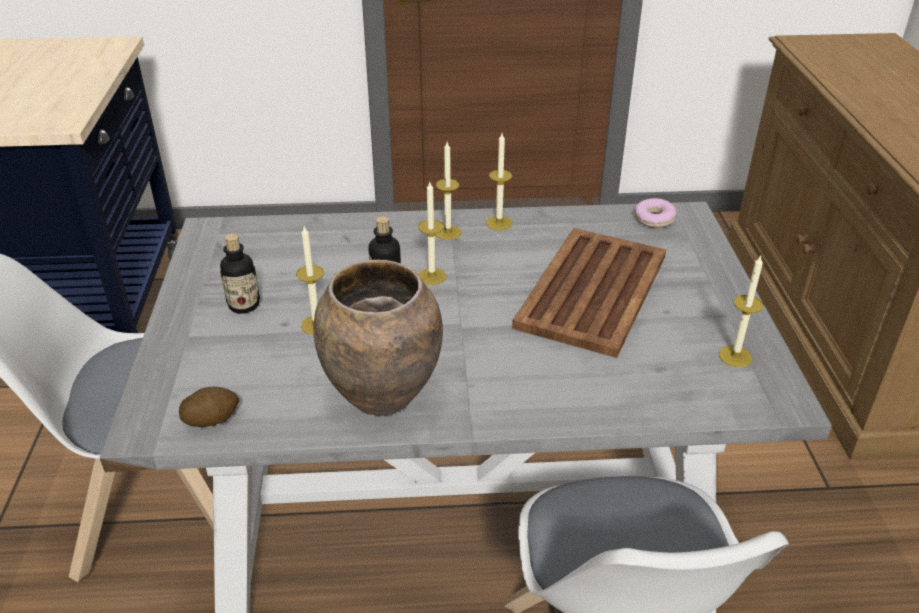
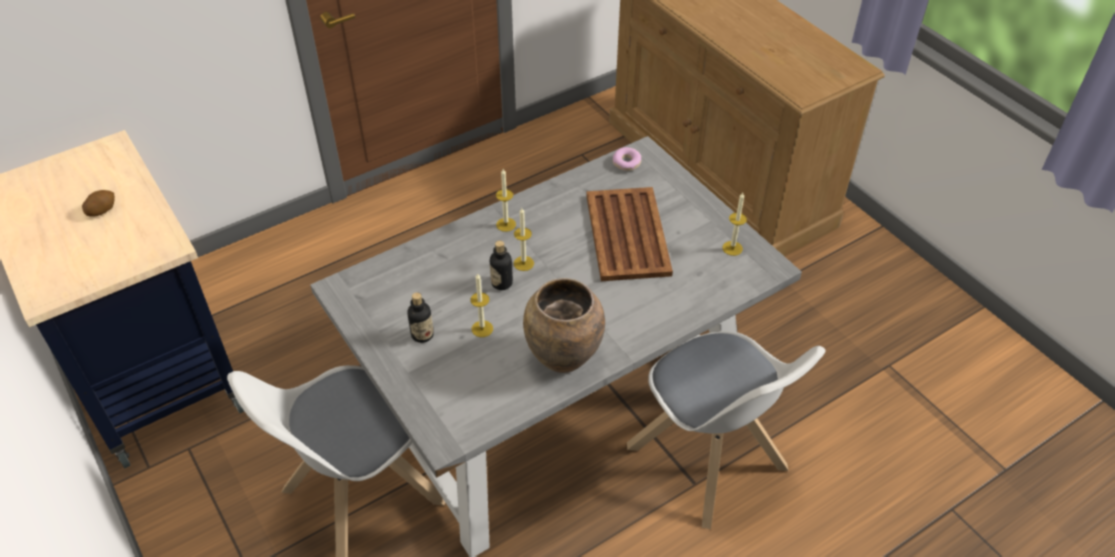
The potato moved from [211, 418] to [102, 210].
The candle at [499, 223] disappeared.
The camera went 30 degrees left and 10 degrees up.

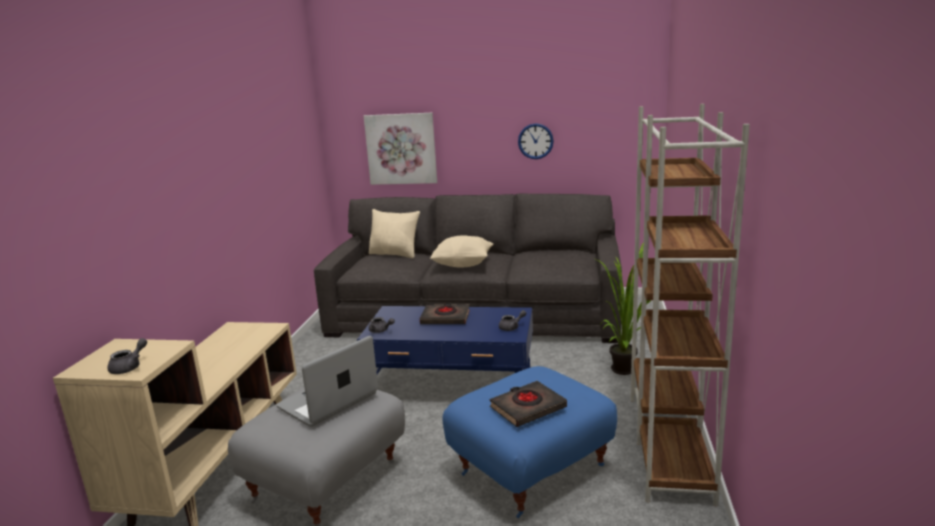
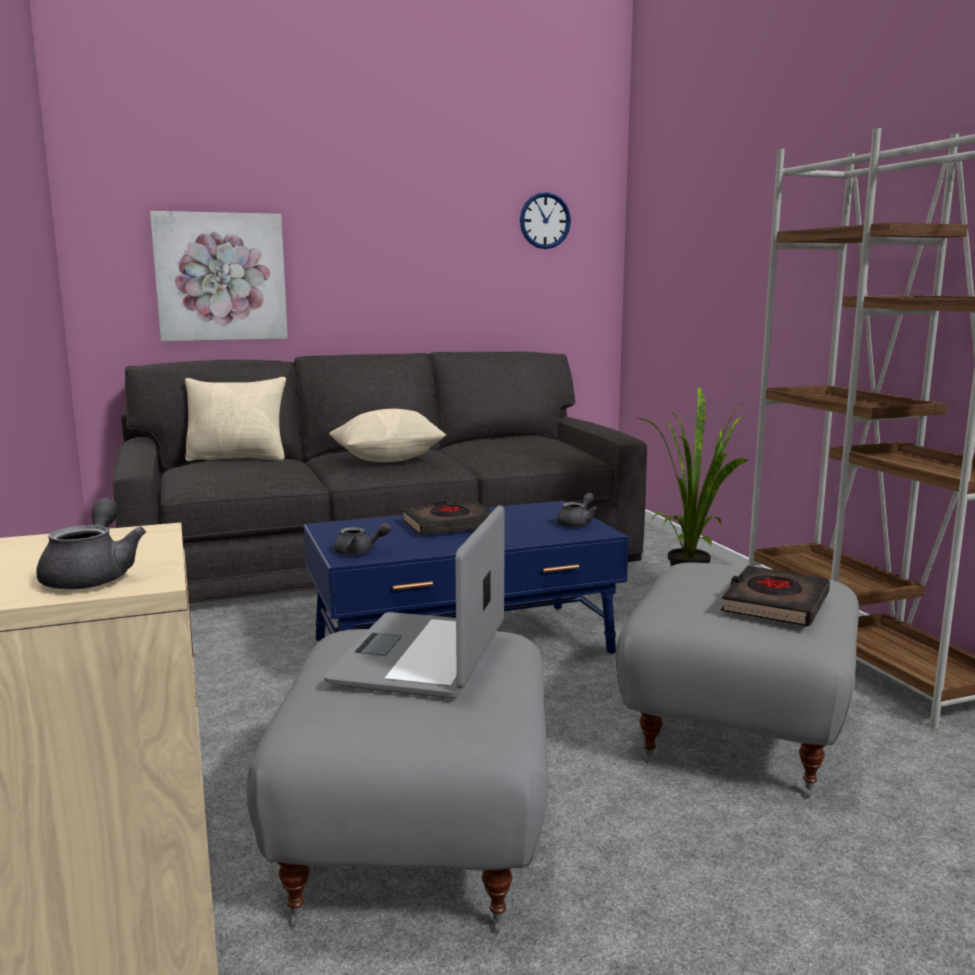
The blue ottoman at [531, 469] became the grey ottoman at [735, 728].
The wall clock moved from [535, 141] to [545, 220].
The camera went 30 degrees left and 5 degrees down.

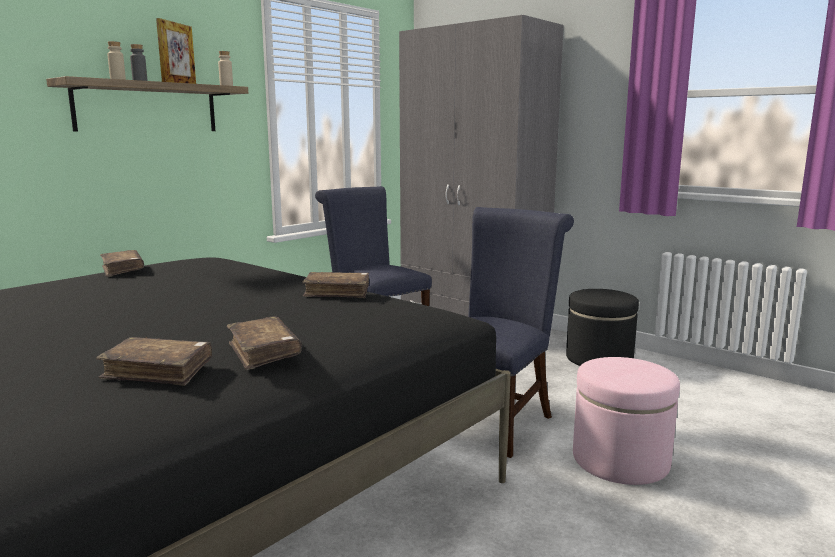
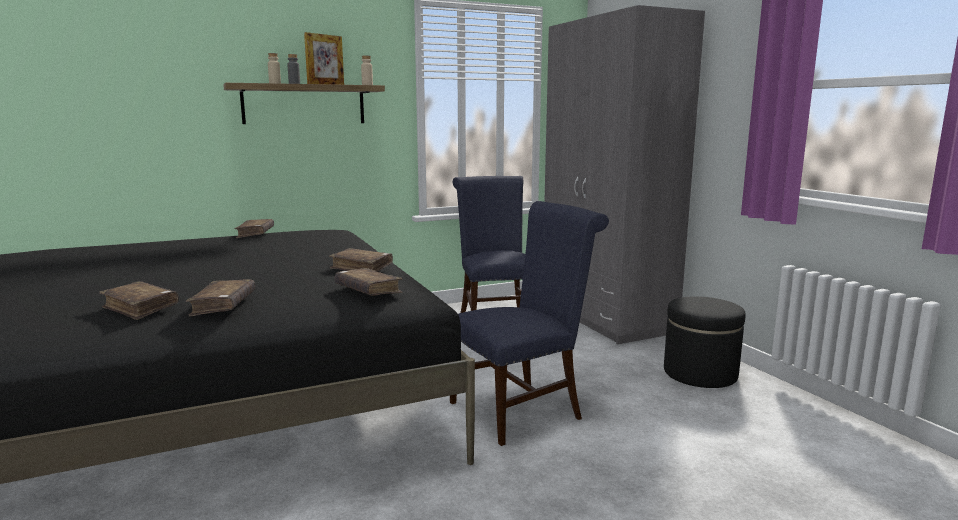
The pink ottoman at [620, 460] disappeared.
The brown book at [368, 291] appeared.
The camera went 25 degrees right and 0 degrees up.

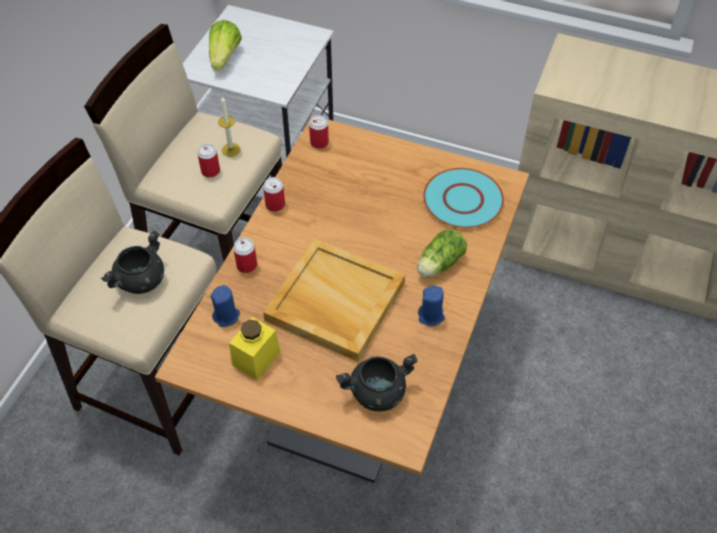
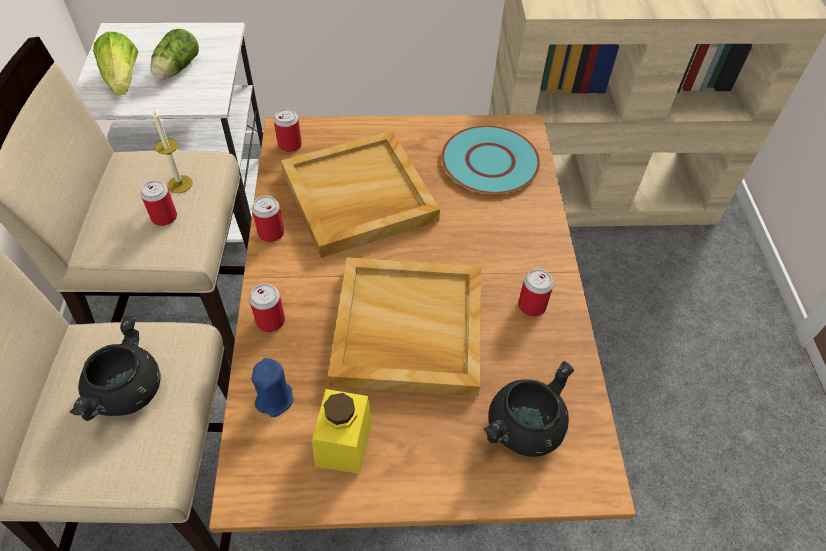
The lettuce moved from [438, 265] to [176, 70].
The blue candle at [431, 316] was replaced by the can at [531, 306].
The beige tray at [358, 197] appeared.
The camera went 25 degrees left and 0 degrees up.

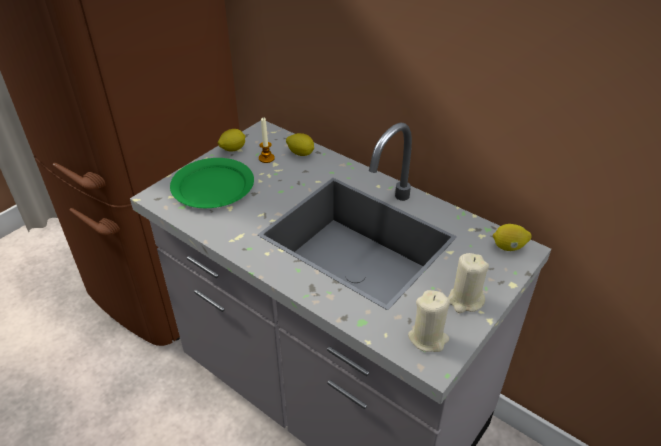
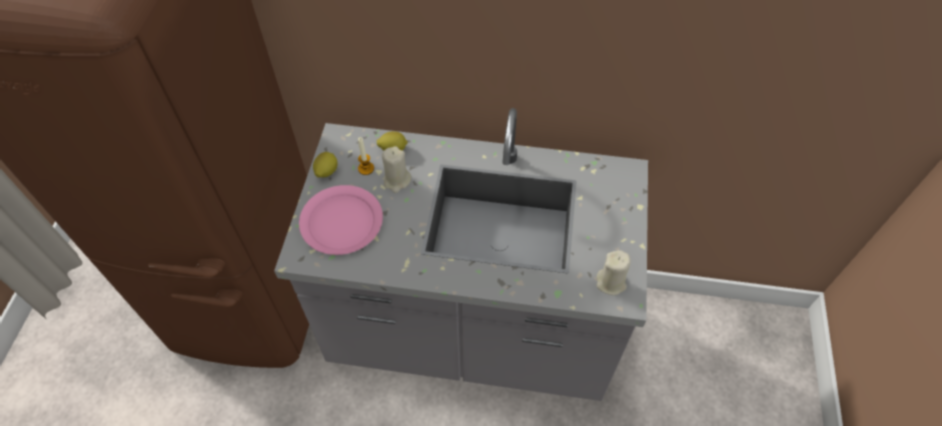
The green plate at [212, 186] became the pink plate at [341, 222].
The beige candle moved from [465, 300] to [397, 181].
The lemon at [508, 247] disappeared.
The camera went 30 degrees left and 15 degrees up.

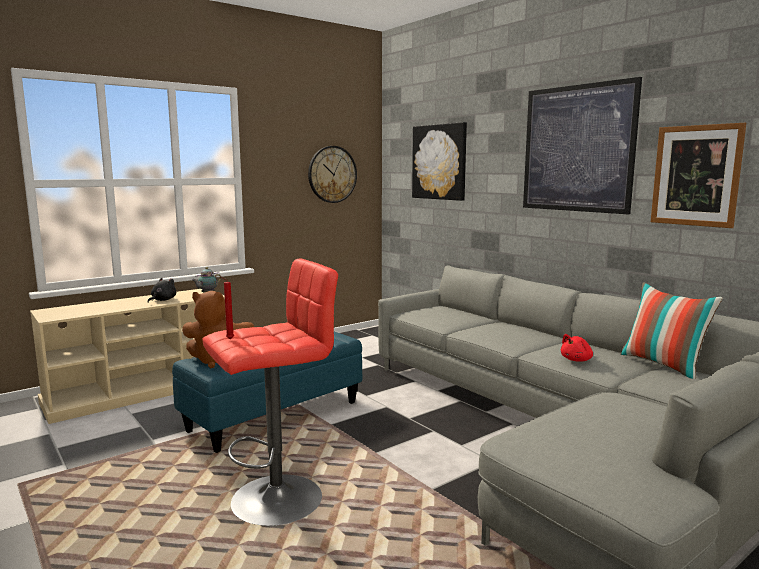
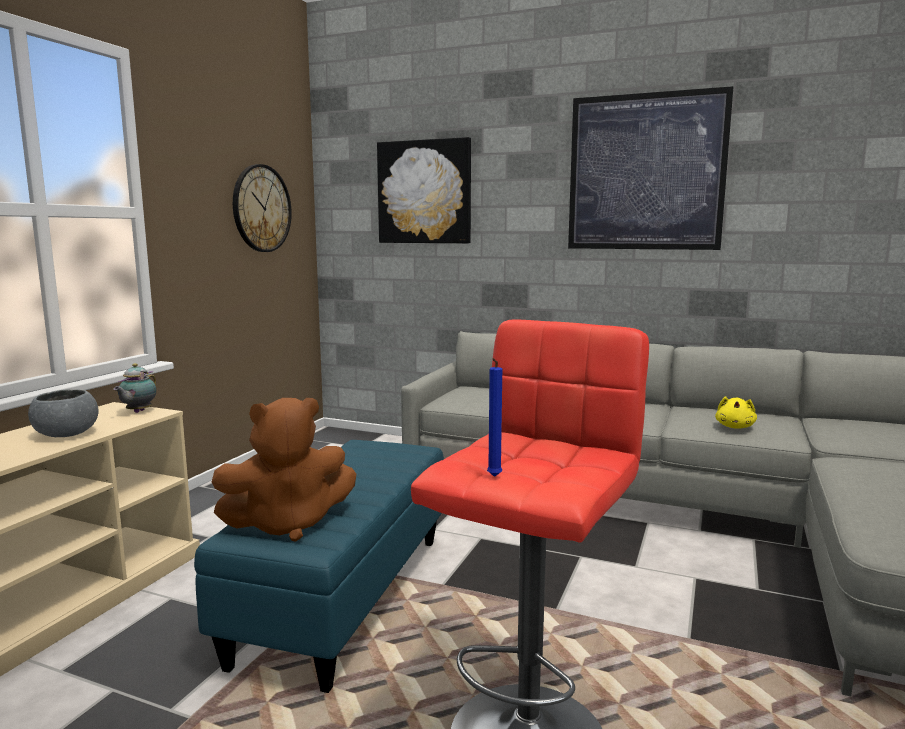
The black plush toy at [162, 300] was replaced by the grey bowl at [66, 434].
The red candle at [228, 339] became the blue candle at [493, 477].
The red plush toy at [577, 360] became the yellow plush toy at [735, 427].
The pillow at [663, 365] disappeared.
The picture at [696, 175] disappeared.
The camera went 30 degrees left and 0 degrees up.

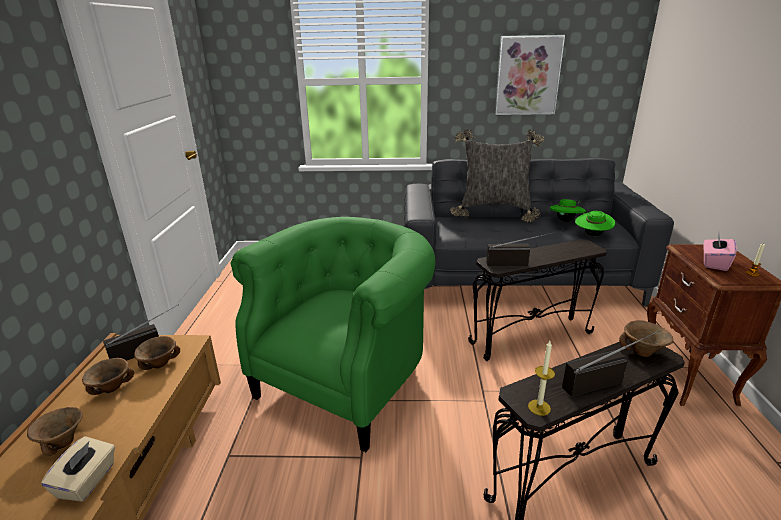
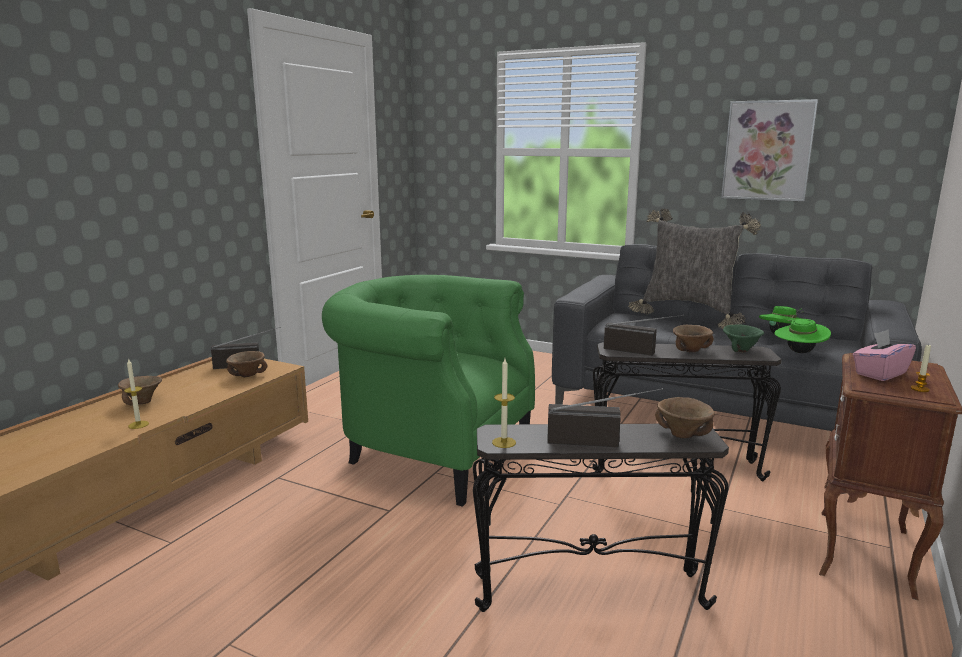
The beige tissue box at [87, 481] was replaced by the candle at [138, 425].
The brown bowl moved from [112, 388] to [691, 350].
The green armchair at [348, 380] turned 120 degrees counterclockwise.
The green bowl at [741, 350] appeared.
The camera went 25 degrees right and 10 degrees down.

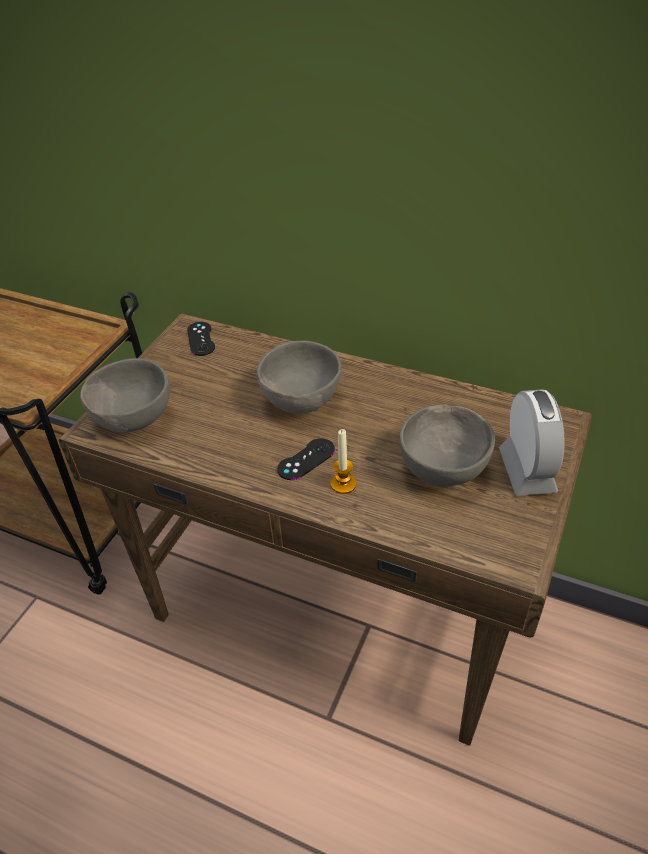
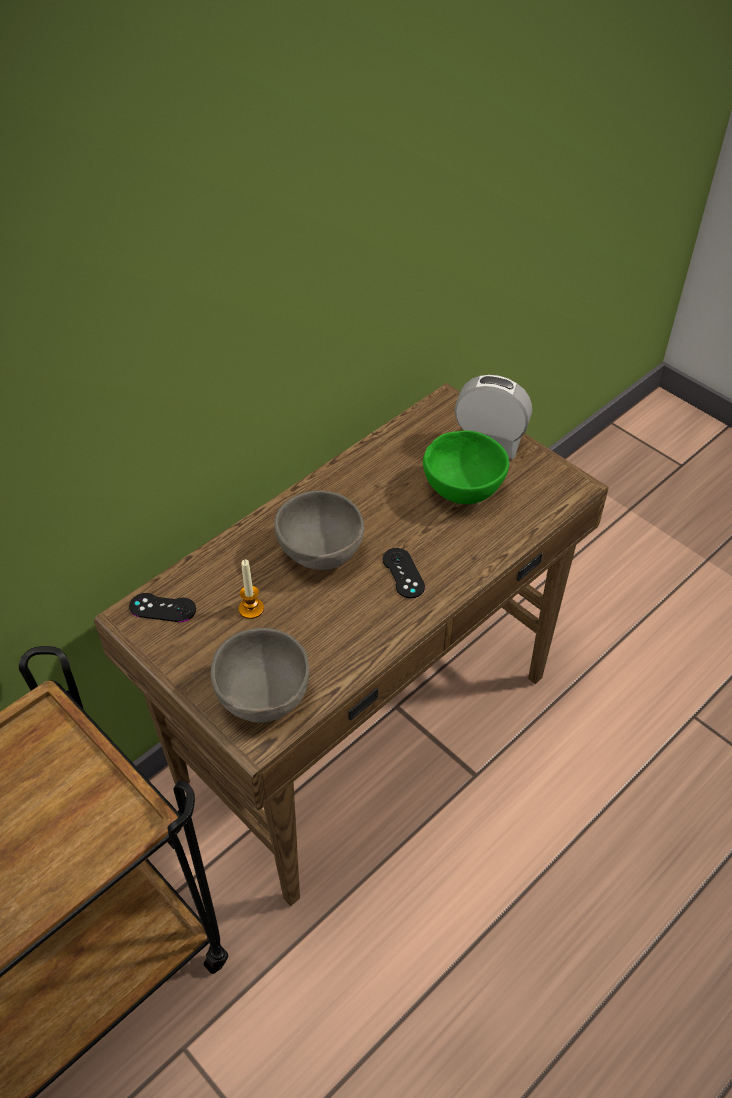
The candle moved from [343, 484] to [251, 608].
The grey bowl at [444, 469] became the green bowl at [463, 488].
The camera went 70 degrees left and 5 degrees up.

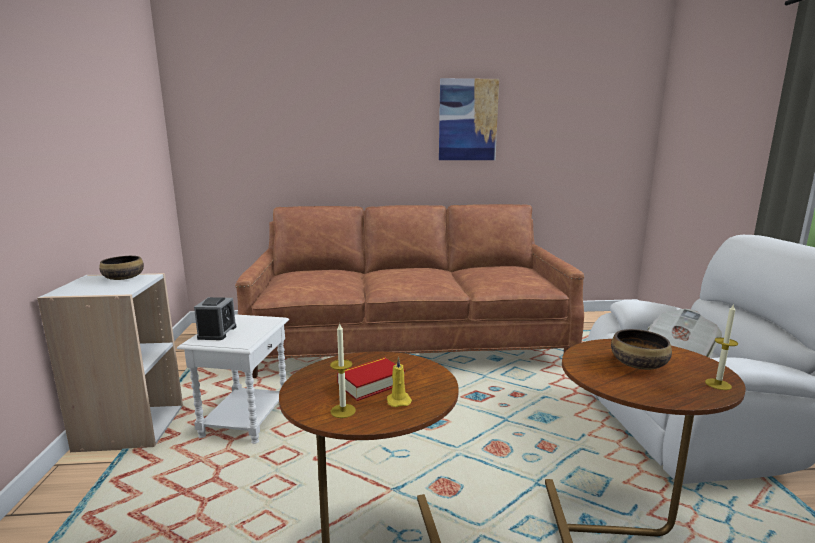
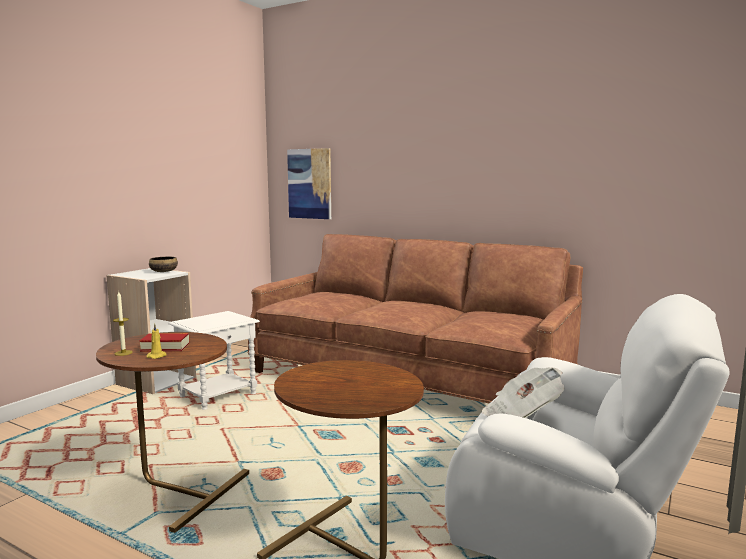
The alarm clock at [217, 332] disappeared.
The picture moved from [468, 120] to [309, 183].
The bowl at [639, 364] disappeared.
The candle at [718, 384] disappeared.
The camera went 35 degrees right and 5 degrees down.

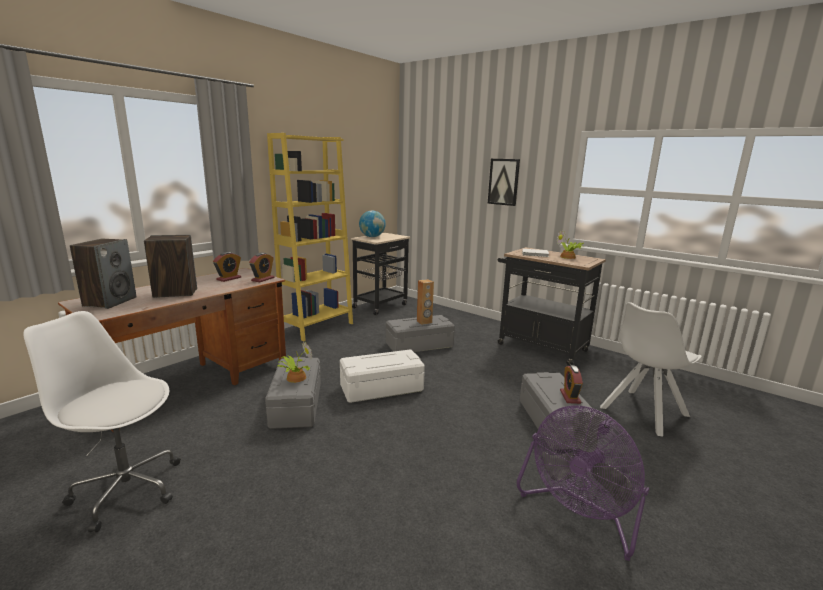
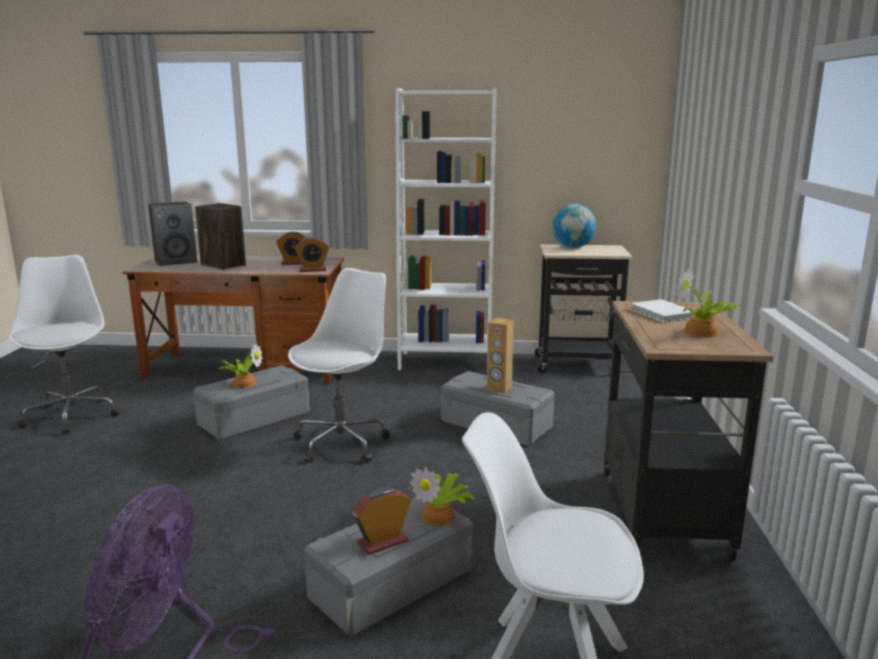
The yellow bookcase at [317, 327] became the white bookcase at [445, 362].
The white storage box at [381, 388] was replaced by the white office chair at [343, 443].
The picture at [503, 182] disappeared.
The potted plant at [440, 515] appeared.
The camera went 55 degrees right and 0 degrees up.

